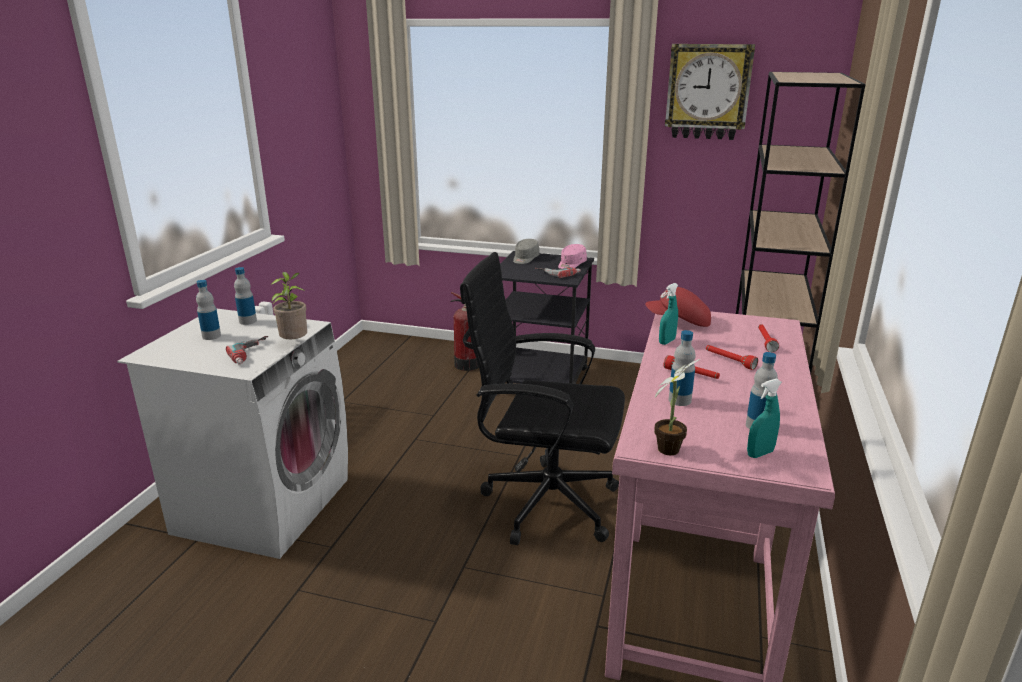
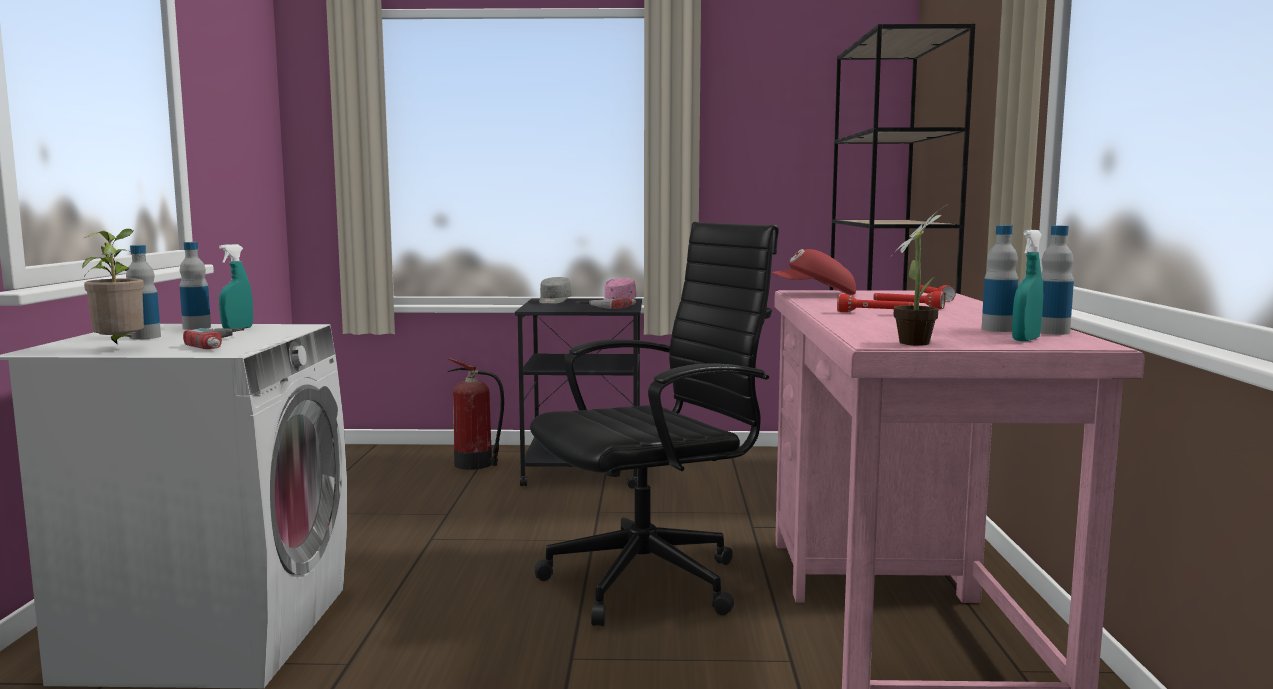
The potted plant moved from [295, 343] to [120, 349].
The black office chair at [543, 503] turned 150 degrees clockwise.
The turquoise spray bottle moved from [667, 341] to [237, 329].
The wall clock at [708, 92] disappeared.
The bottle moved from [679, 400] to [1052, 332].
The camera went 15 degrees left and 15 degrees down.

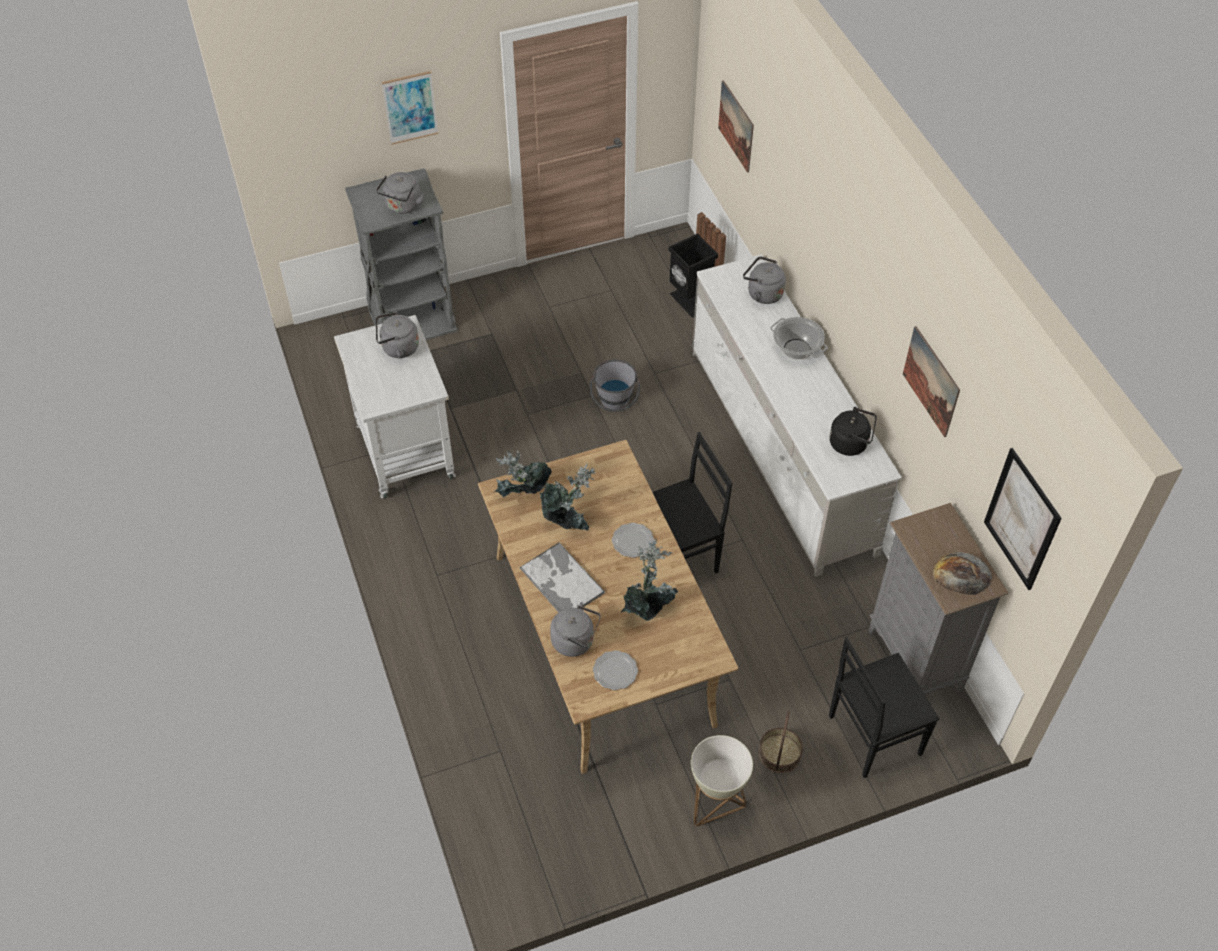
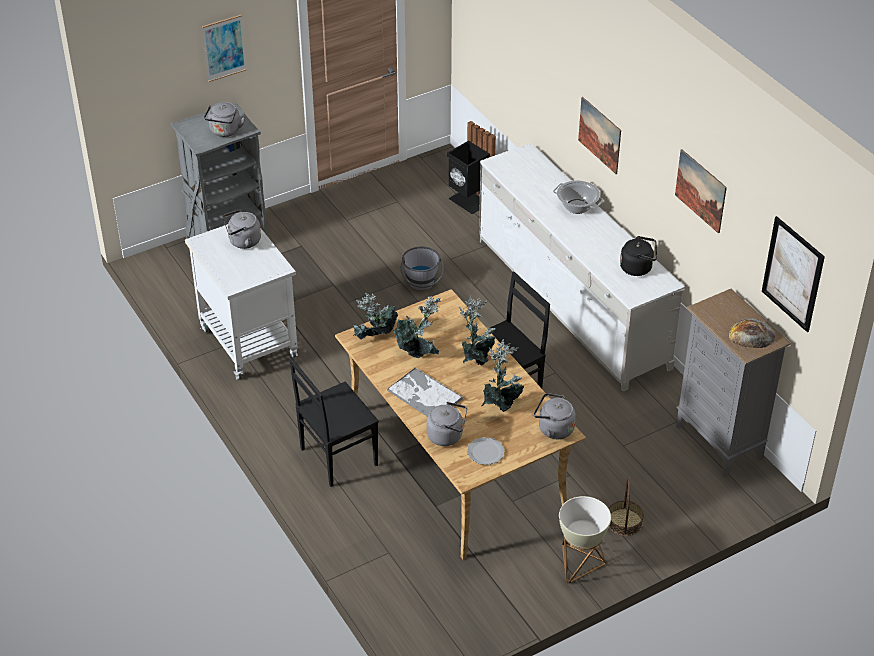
The plate at [633, 541] was replaced by the potted plant at [476, 360].
The picture moved from [736, 126] to [599, 135].
The grey kettle moved from [762, 293] to [553, 429].
The black chair moved from [872, 736] to [336, 458].
The camera went 10 degrees left and 10 degrees down.

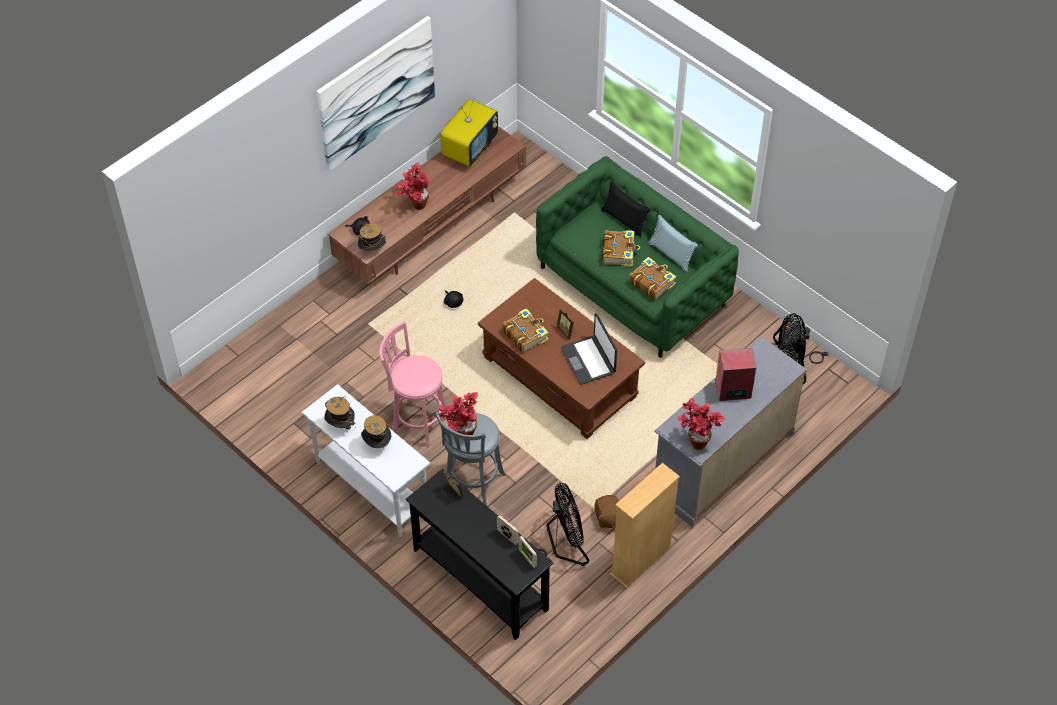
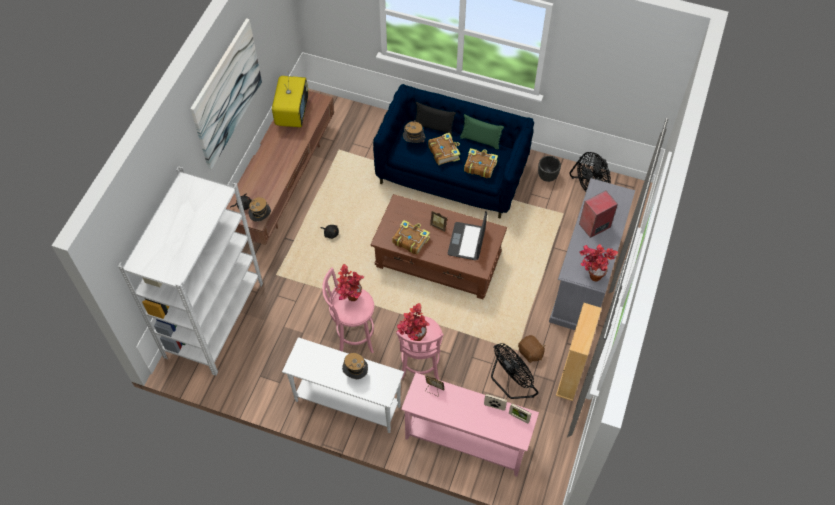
The hat moved from [340, 425] to [414, 142].
The potted plant moved from [414, 207] to [350, 300].
The black console table at [479, 579] became the pink console table at [465, 440].
The grey stool at [472, 483] became the pink stool at [420, 367].
The green sofa at [632, 286] became the blue sofa at [452, 173].
The laptop at [588, 360] turned 60 degrees clockwise.
The blue pillow at [671, 254] became the green pillow at [480, 140].
The white bookcase at [214, 319] appeared.
The black planter at [547, 176] appeared.
The camera went 25 degrees left and 5 degrees up.

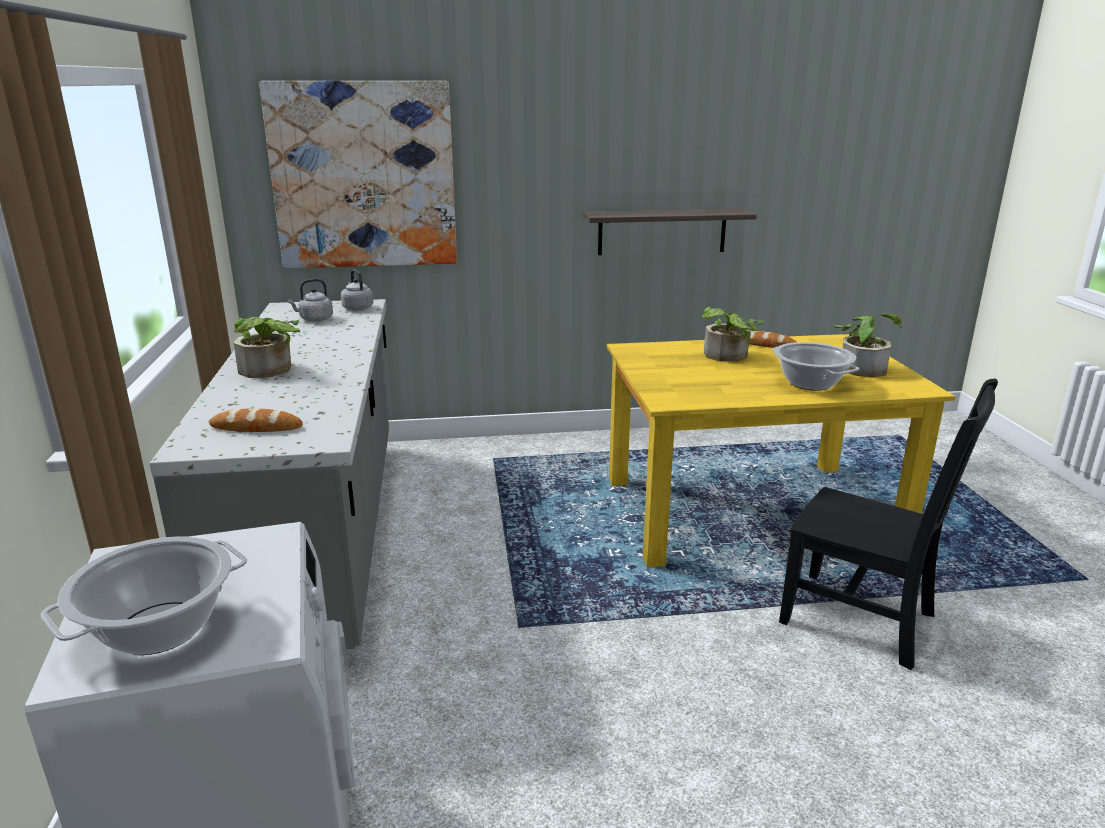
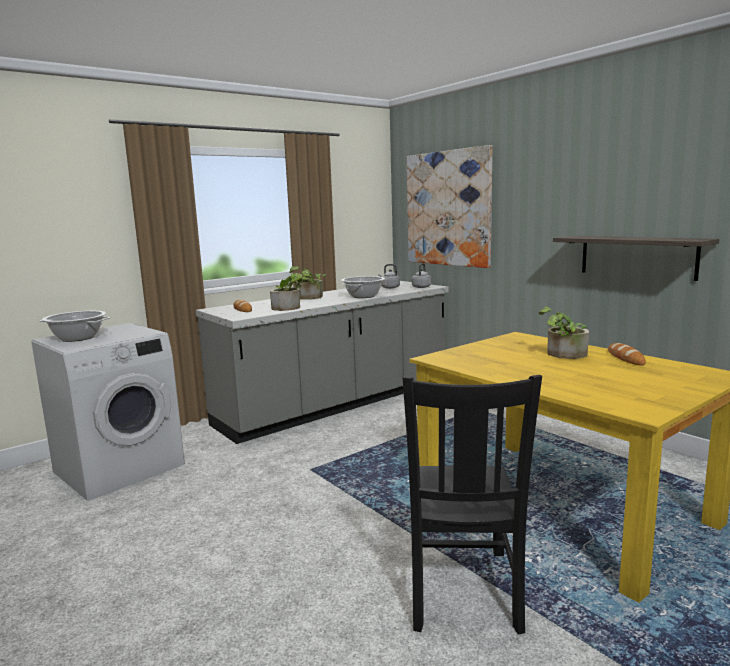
The cooking pot moved from [811, 383] to [363, 296].
The potted plant moved from [862, 367] to [290, 307].
The camera went 60 degrees right and 10 degrees down.

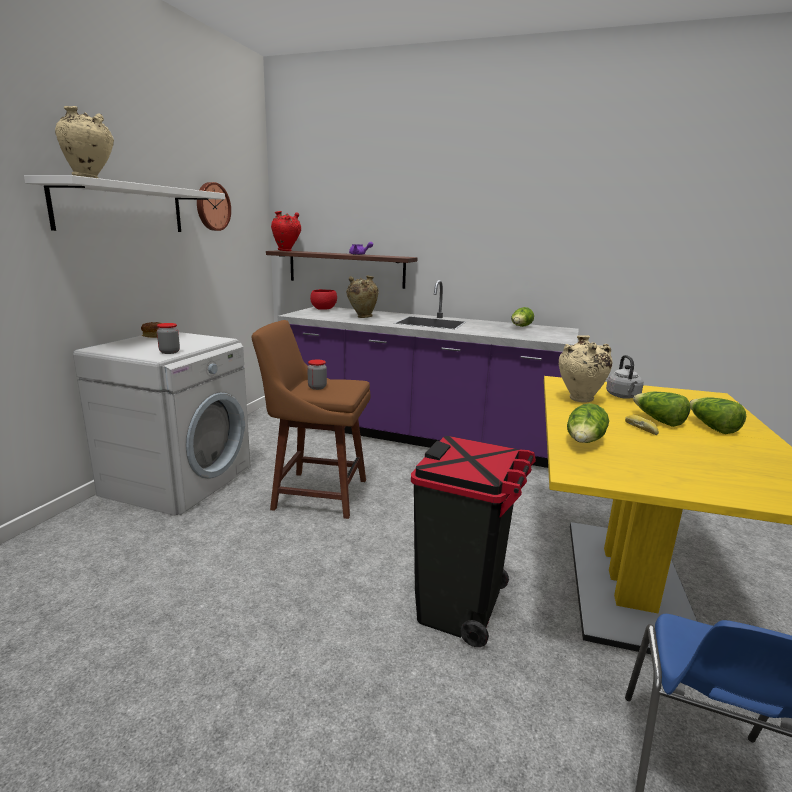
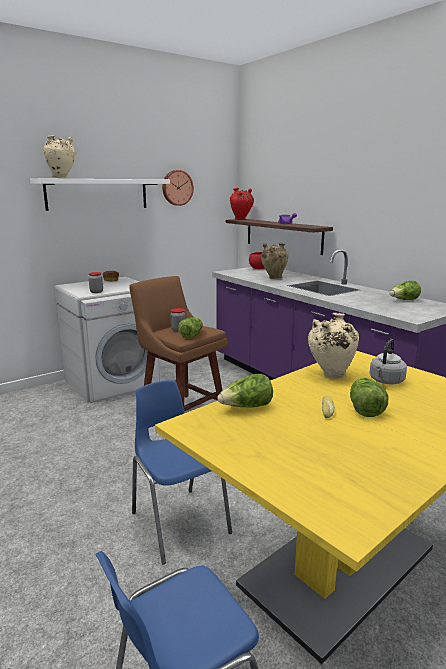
The black trash can at [460, 607] was replaced by the blue chair at [178, 521].
The lettuce moved from [711, 427] to [191, 335].
The camera went 35 degrees right and 0 degrees up.

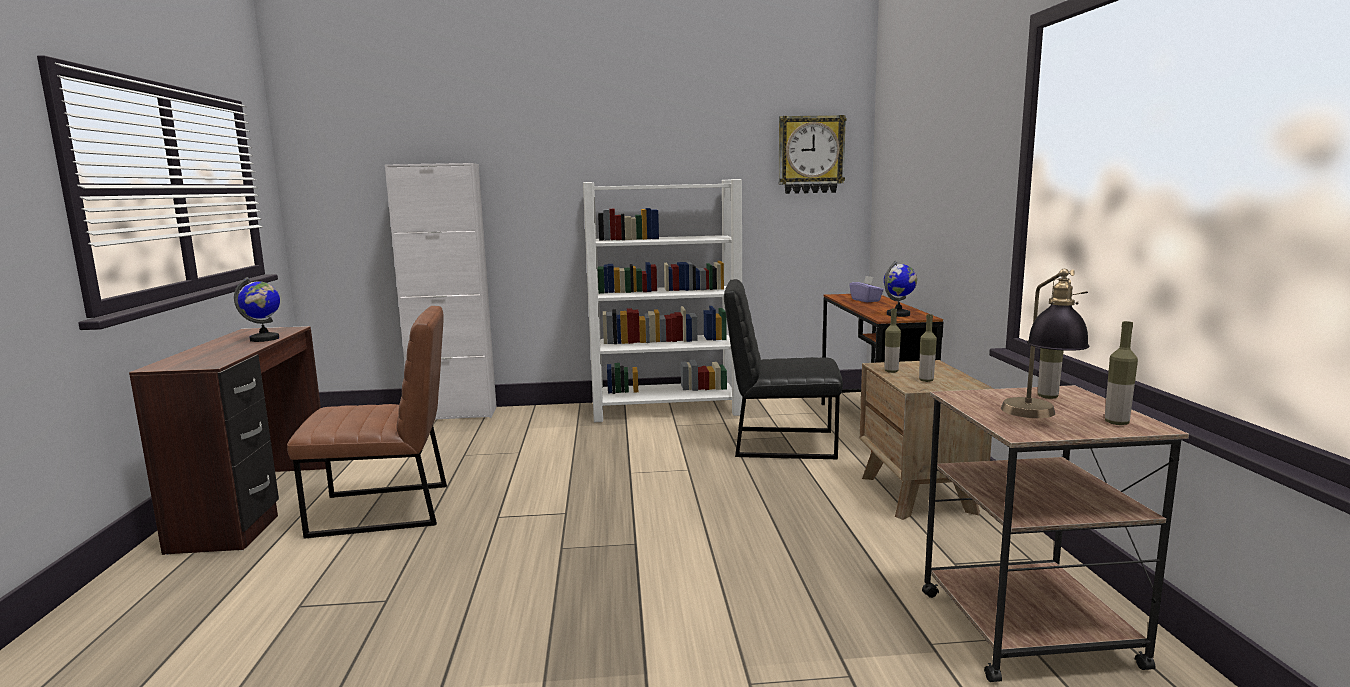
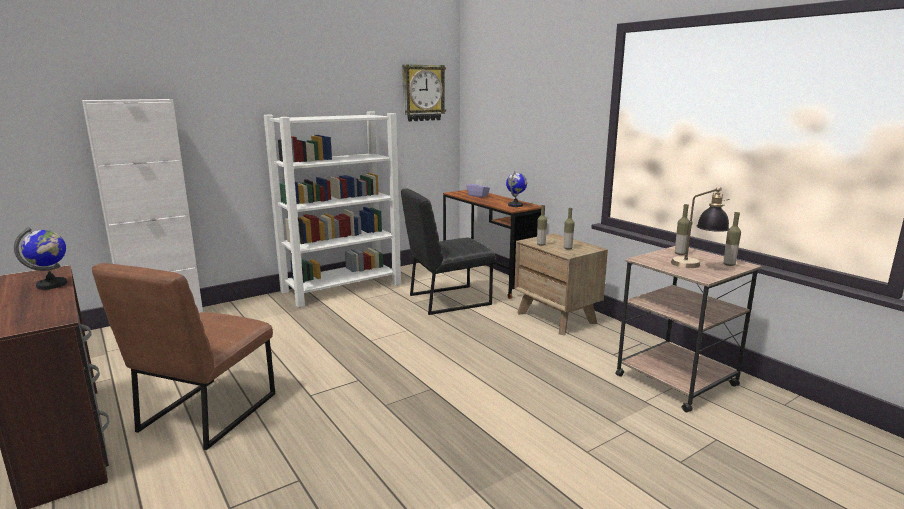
The brown chair at [385, 510] turned 150 degrees clockwise.
The camera went 30 degrees left and 5 degrees up.

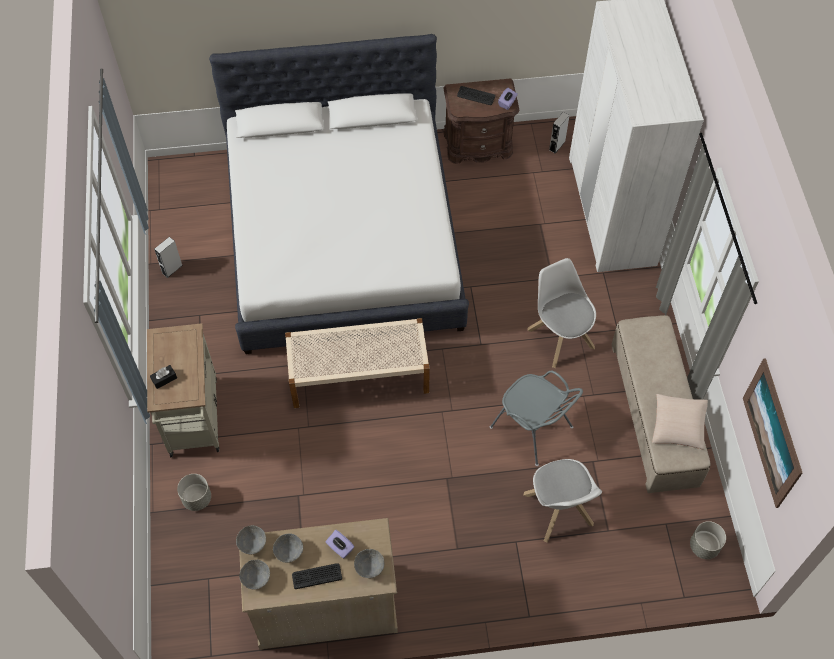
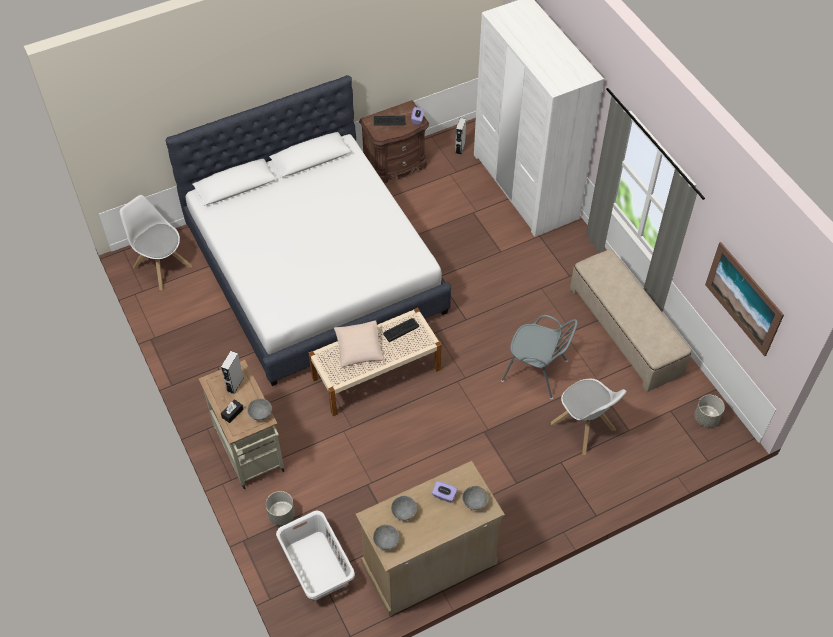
The grey speaker moved from [172, 269] to [235, 384].
The grey bowl moved from [252, 544] to [260, 414].
The keyboard moved from [317, 576] to [400, 330].
The chair moved from [559, 336] to [161, 266].
The beige pillow moved from [678, 426] to [359, 348].
The white laundry basket at [317, 565] appeared.
The camera went 20 degrees left and 5 degrees down.

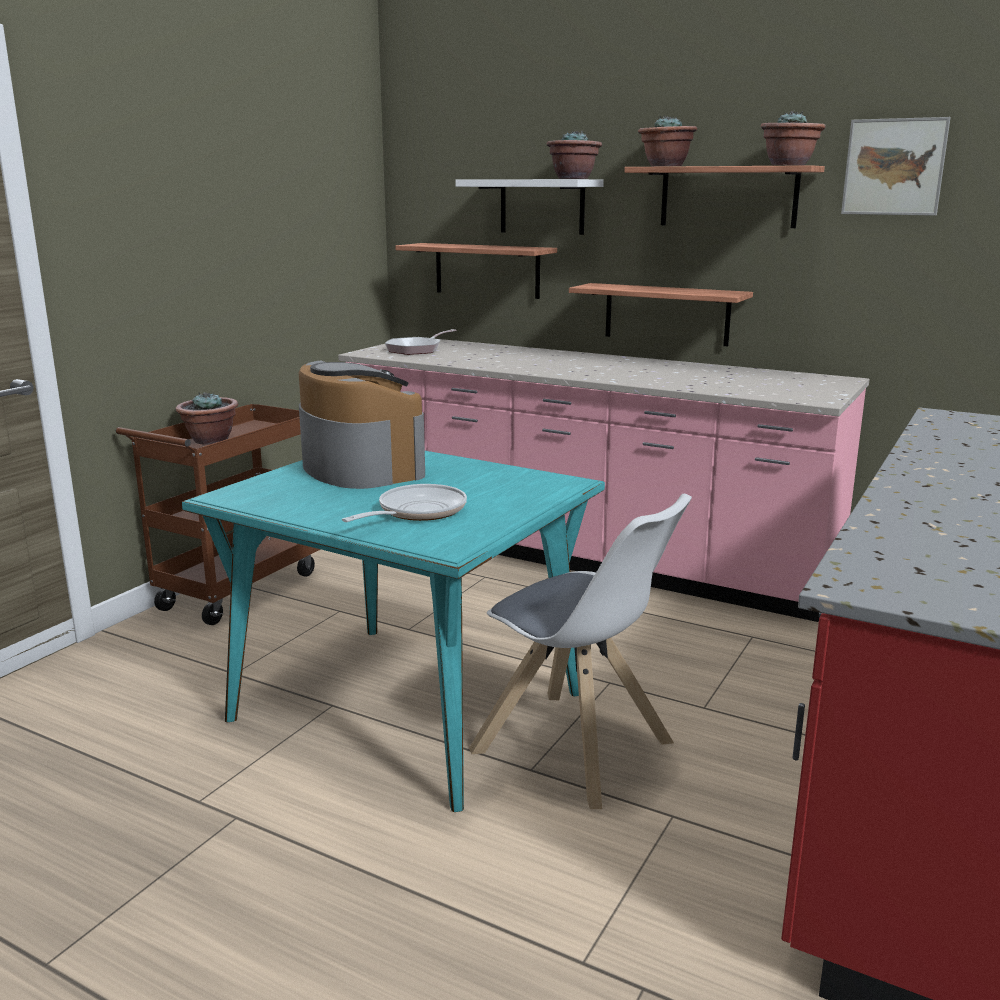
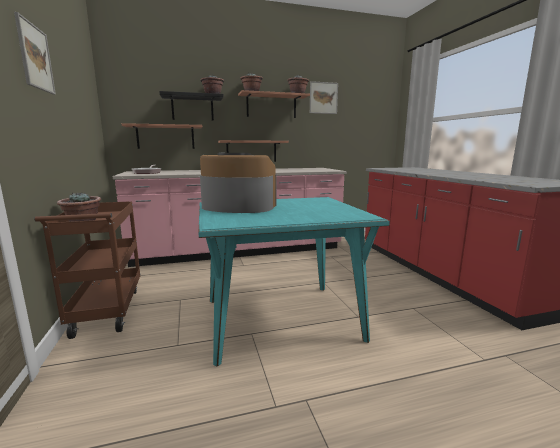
The frying pan at [416, 512] disappeared.
The white shelf at [542, 206] became the black shelf at [192, 108].
The chair at [577, 749] disappeared.
The picture at [35, 57] appeared.
The camera went 45 degrees left and 5 degrees down.

